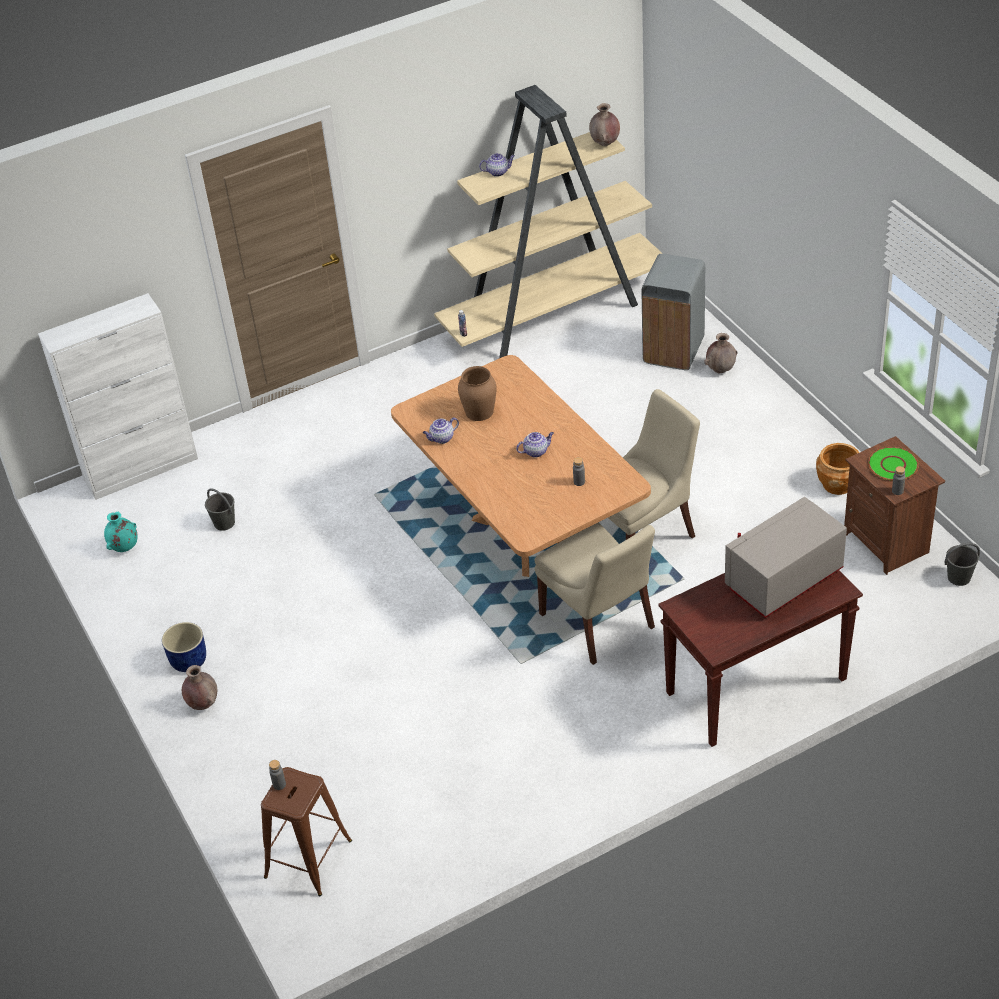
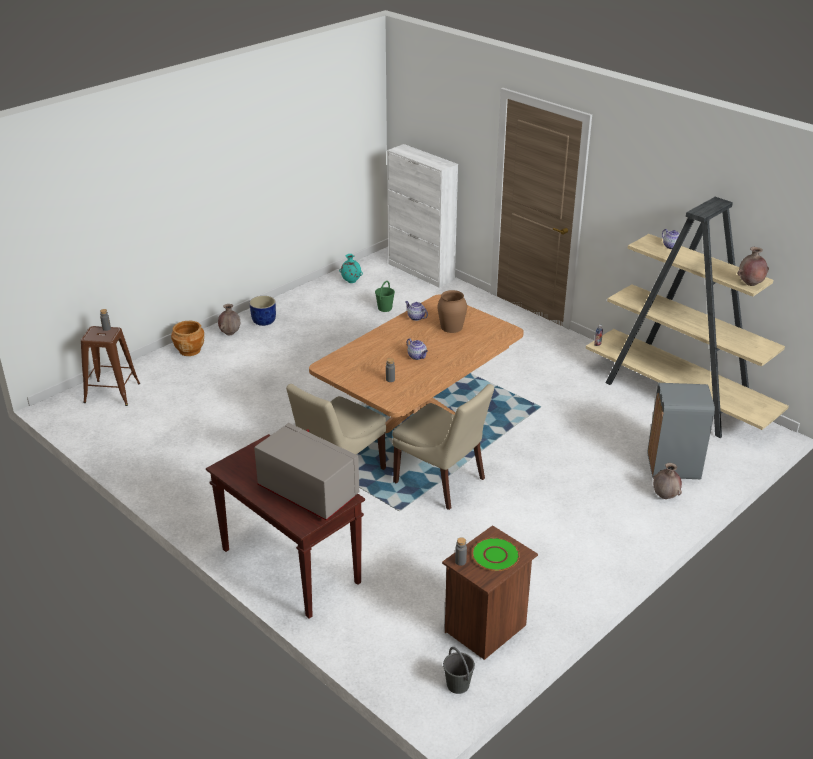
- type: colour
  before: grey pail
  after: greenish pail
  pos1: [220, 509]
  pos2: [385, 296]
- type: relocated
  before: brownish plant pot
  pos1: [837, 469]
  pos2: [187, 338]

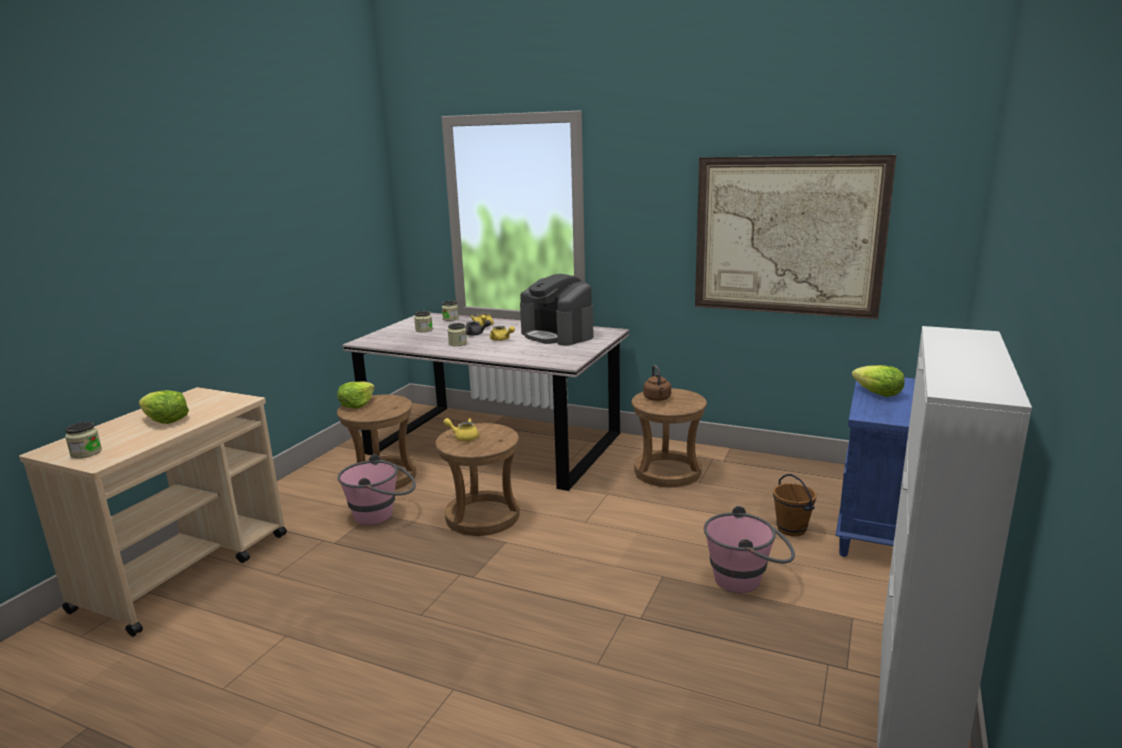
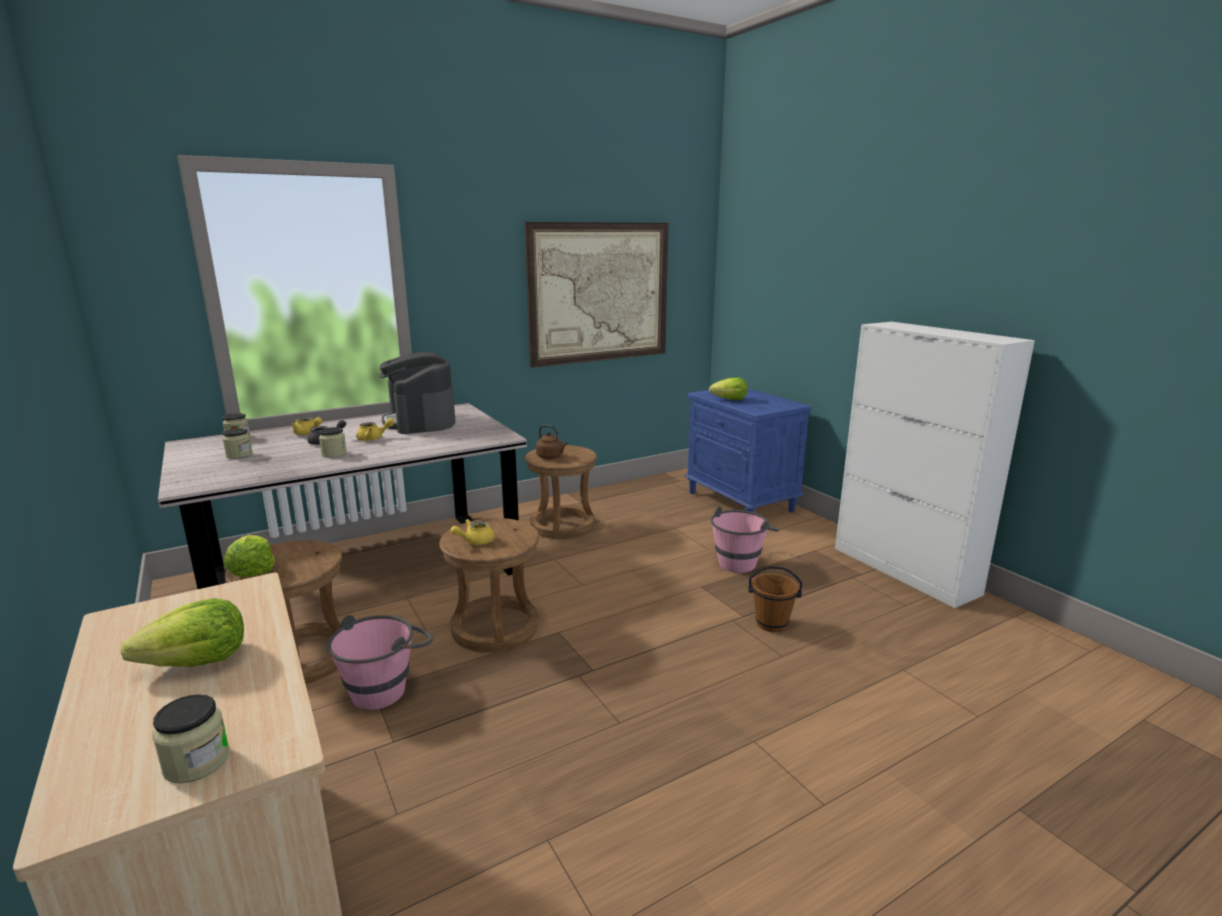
- type: spun
  before: coffee machine
  pos1: [556, 310]
  pos2: [417, 393]
  turn: 75
- type: relocated
  before: brownish pail
  pos1: [795, 505]
  pos2: [775, 599]

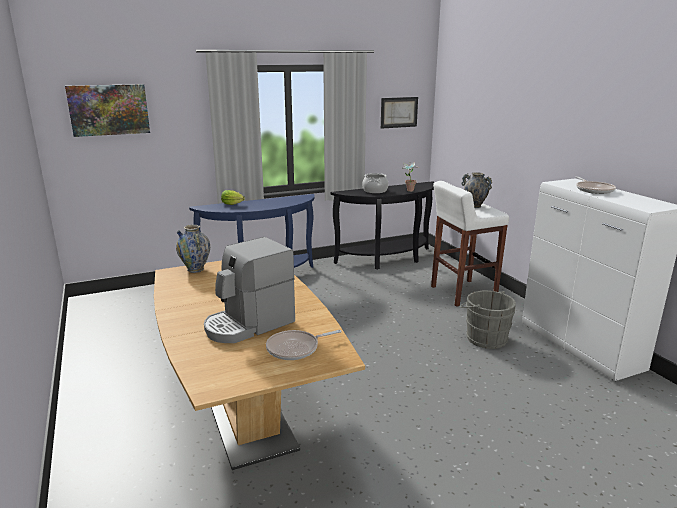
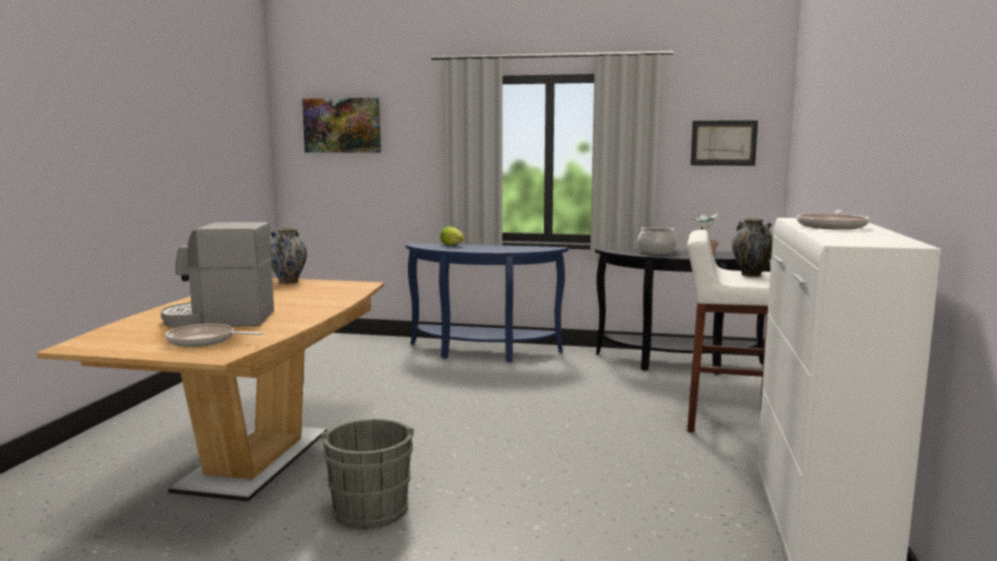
- type: relocated
  before: grey pail
  pos1: [488, 320]
  pos2: [367, 474]

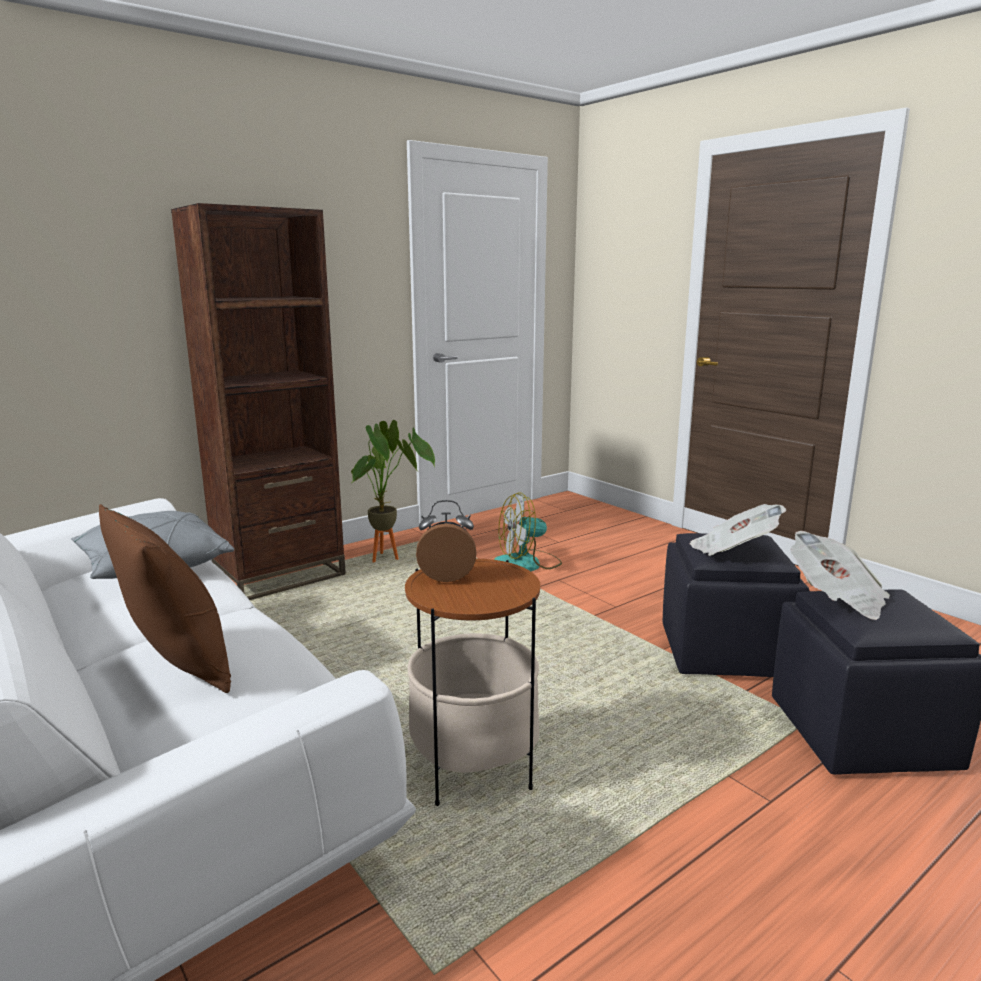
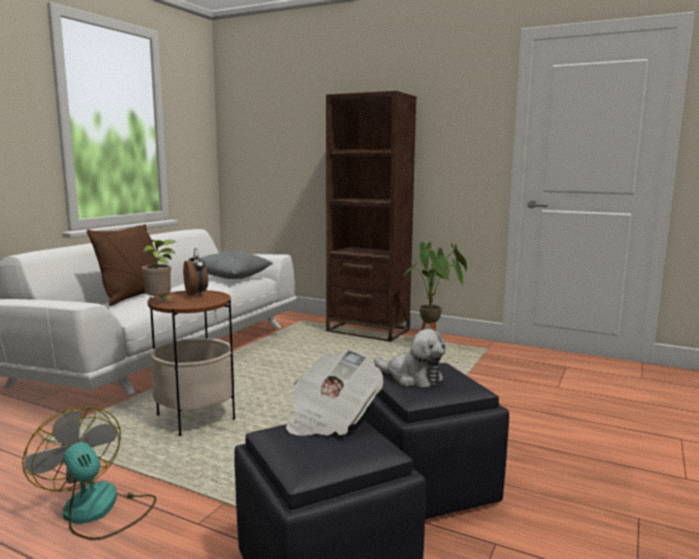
- type: relocated
  before: fan
  pos1: [528, 531]
  pos2: [89, 473]
- type: exchanged
  before: printed paper
  after: soft toy
  pos1: [738, 530]
  pos2: [410, 358]
- type: appeared
  after: plant in a pot
  pos2: [159, 271]

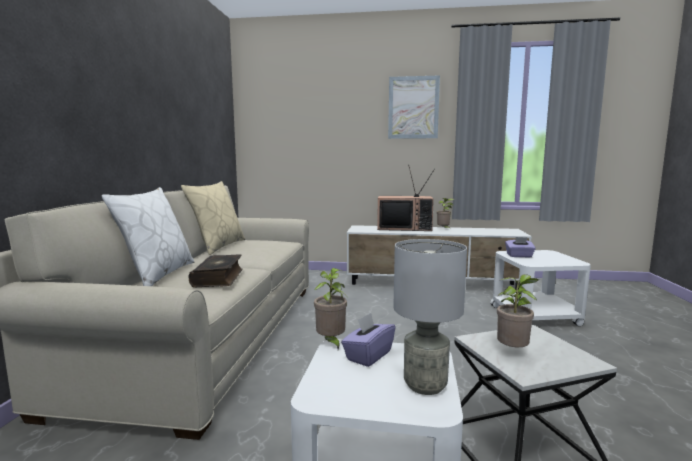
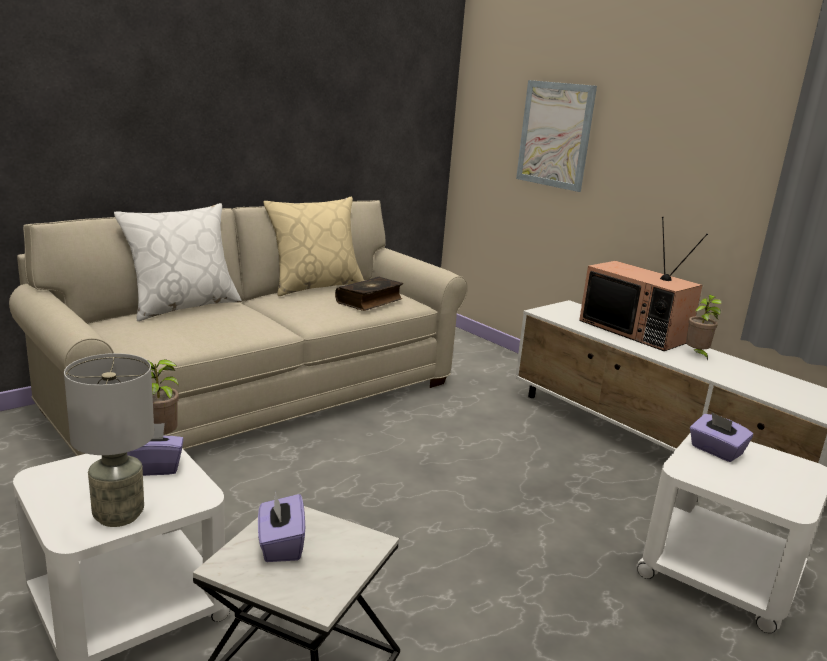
- type: relocated
  before: volume
  pos1: [216, 270]
  pos2: [369, 294]
- type: relocated
  before: wall art
  pos1: [414, 107]
  pos2: [556, 136]
- type: exchanged
  before: plant in a pot
  after: purple tissue box
  pos1: [518, 310]
  pos2: [281, 526]

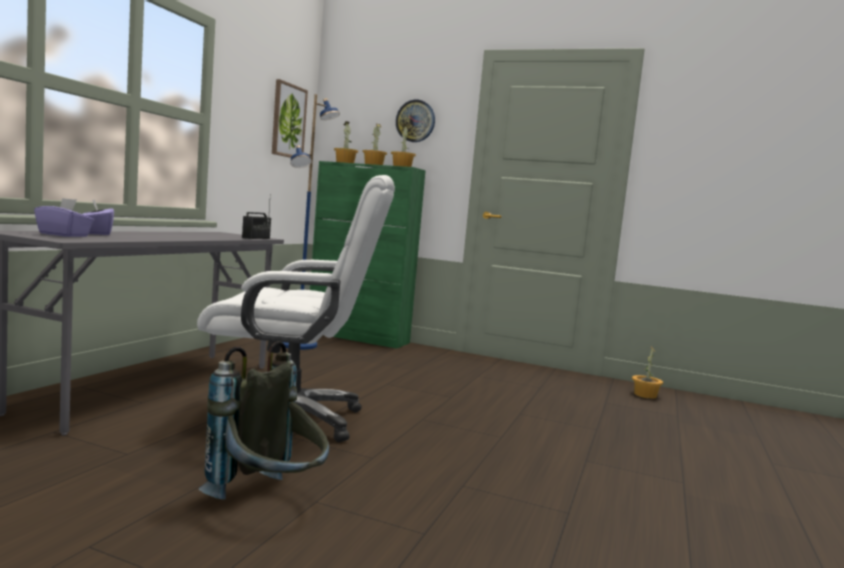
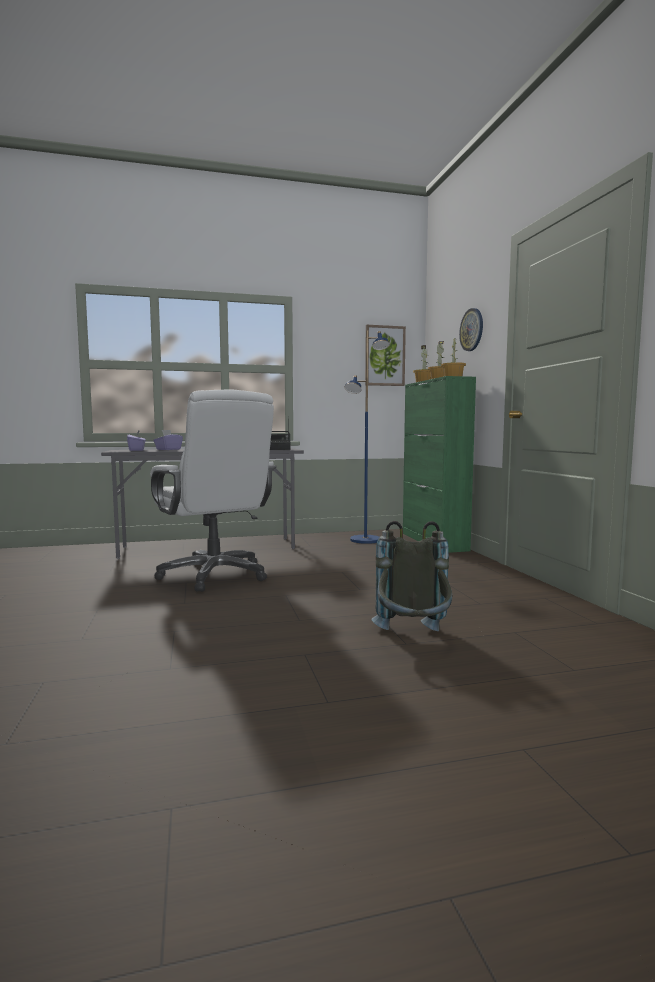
- type: relocated
  before: grey knapsack
  pos1: [264, 420]
  pos2: [412, 576]
- type: missing
  before: plant in a pot
  pos1: [647, 373]

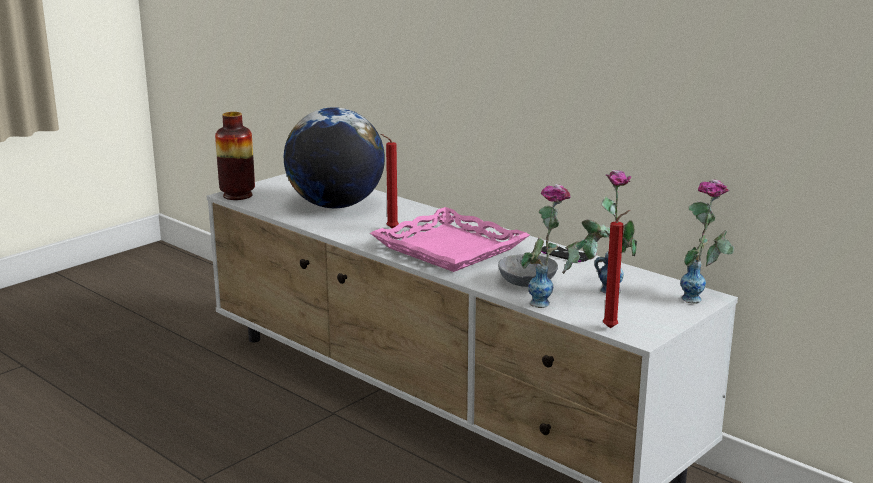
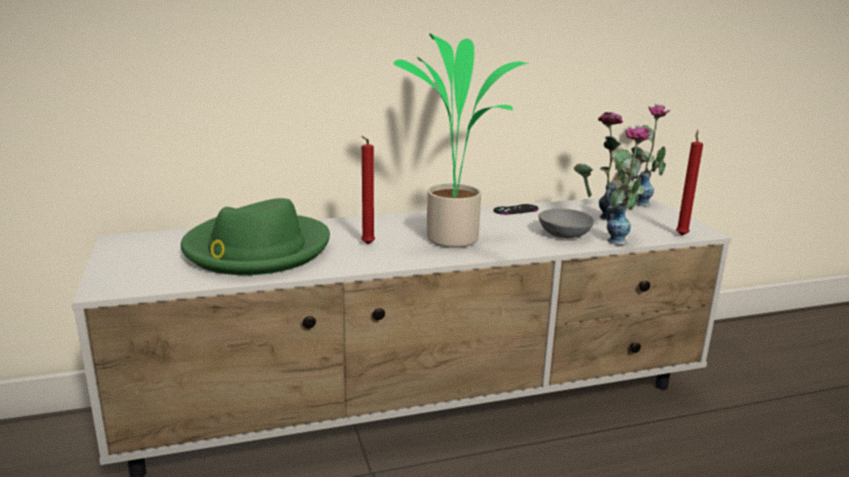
- type: missing
  before: flower vase
  pos1: [235, 156]
- type: exchanged
  before: desk globe
  after: greenish wearable hat
  pos1: [334, 157]
  pos2: [255, 236]
- type: exchanged
  before: pink-coloured tray
  after: plant in a pot
  pos1: [450, 239]
  pos2: [460, 140]

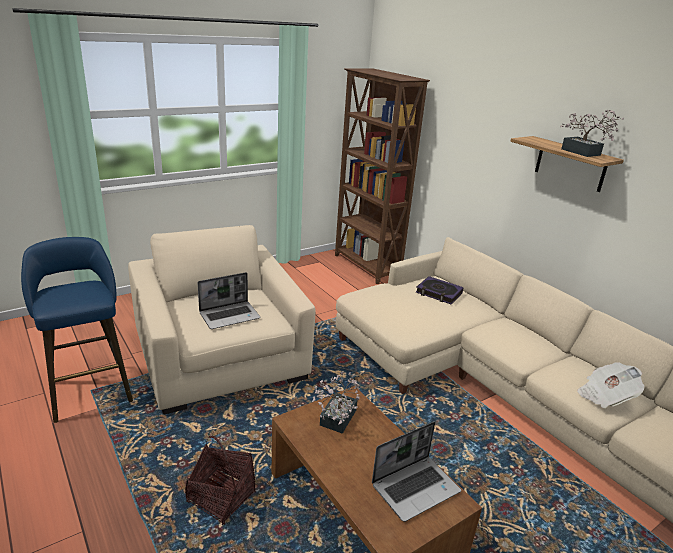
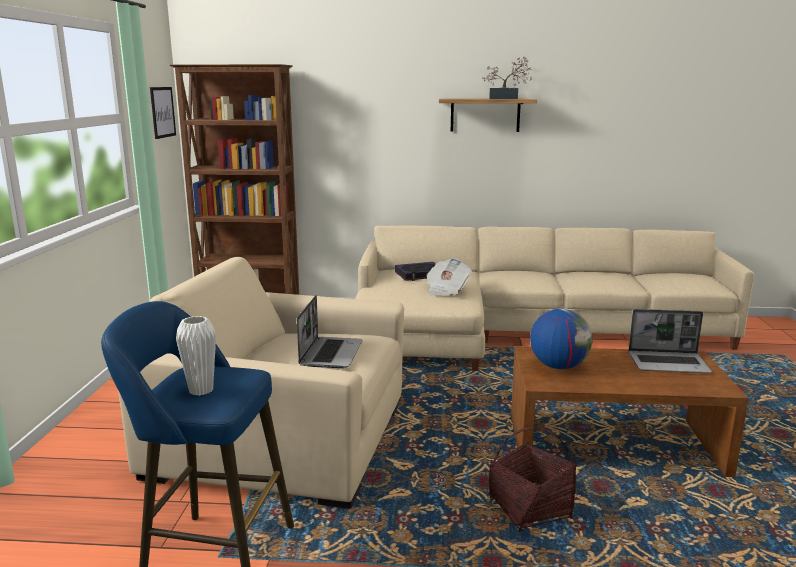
- type: exchanged
  before: plant in a pot
  after: desk globe
  pos1: [336, 403]
  pos2: [561, 339]
- type: spun
  before: notebook computer
  pos1: [416, 472]
  pos2: [670, 341]
  turn: 90
- type: relocated
  before: printed paper
  pos1: [611, 385]
  pos2: [449, 277]
- type: appeared
  after: wall art
  pos2: [163, 113]
- type: appeared
  after: white flower vase
  pos2: [196, 356]

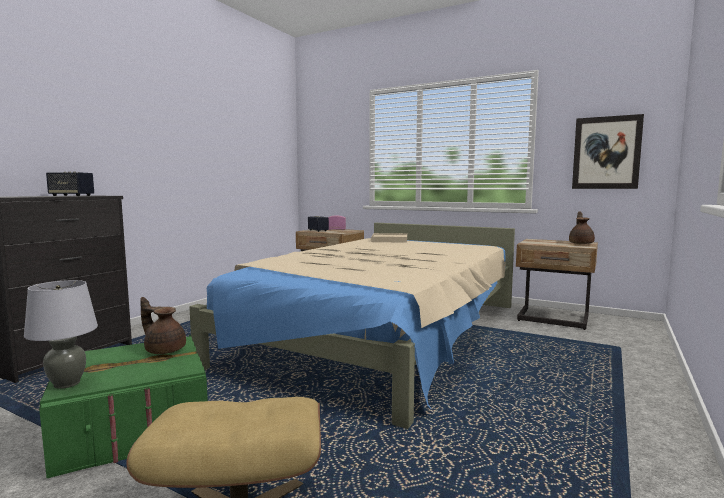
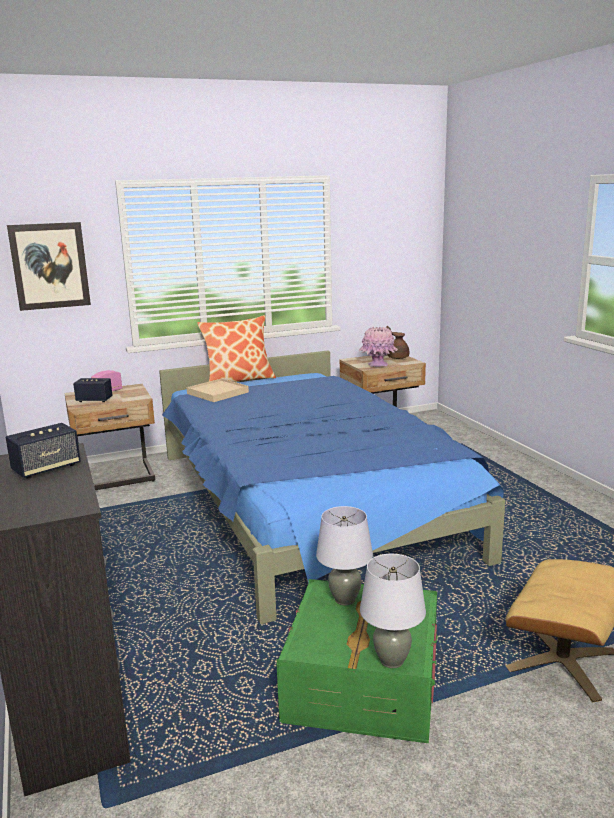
- type: exchanged
  before: brownish teapot
  after: grey tabletop lamp
  pos1: [163, 325]
  pos2: [344, 556]
- type: colour
  before: beige sleeping bed
  after: blue-coloured sleeping bed
  pos1: [352, 326]
  pos2: [332, 487]
- type: relocated
  before: wall art
  pos1: [608, 151]
  pos2: [49, 266]
- type: appeared
  after: cushion
  pos2: [236, 348]
- type: appeared
  after: pink-coloured flower vase
  pos2: [378, 347]

